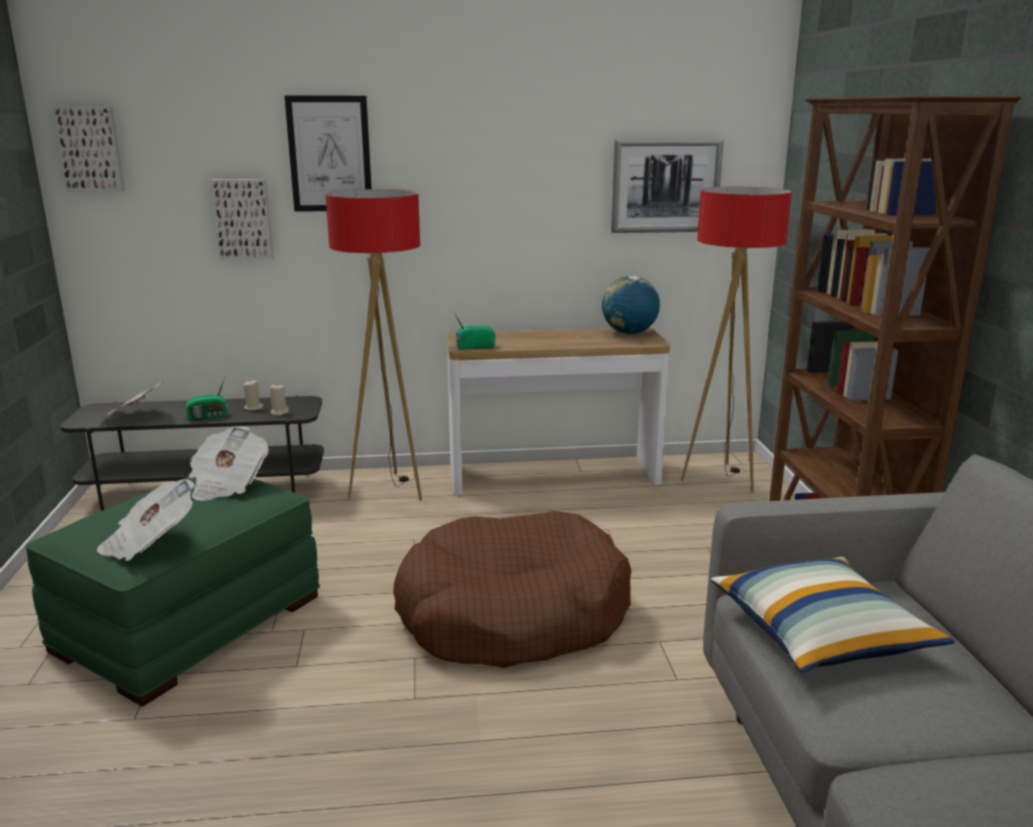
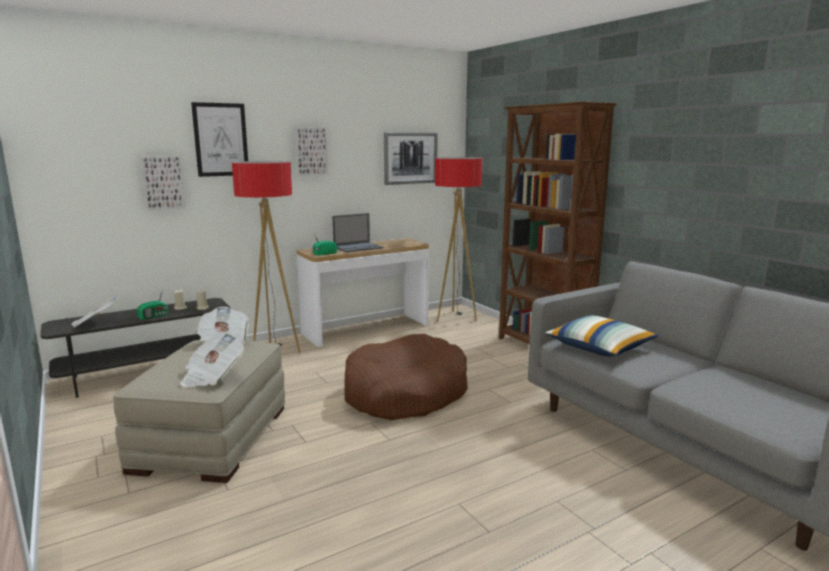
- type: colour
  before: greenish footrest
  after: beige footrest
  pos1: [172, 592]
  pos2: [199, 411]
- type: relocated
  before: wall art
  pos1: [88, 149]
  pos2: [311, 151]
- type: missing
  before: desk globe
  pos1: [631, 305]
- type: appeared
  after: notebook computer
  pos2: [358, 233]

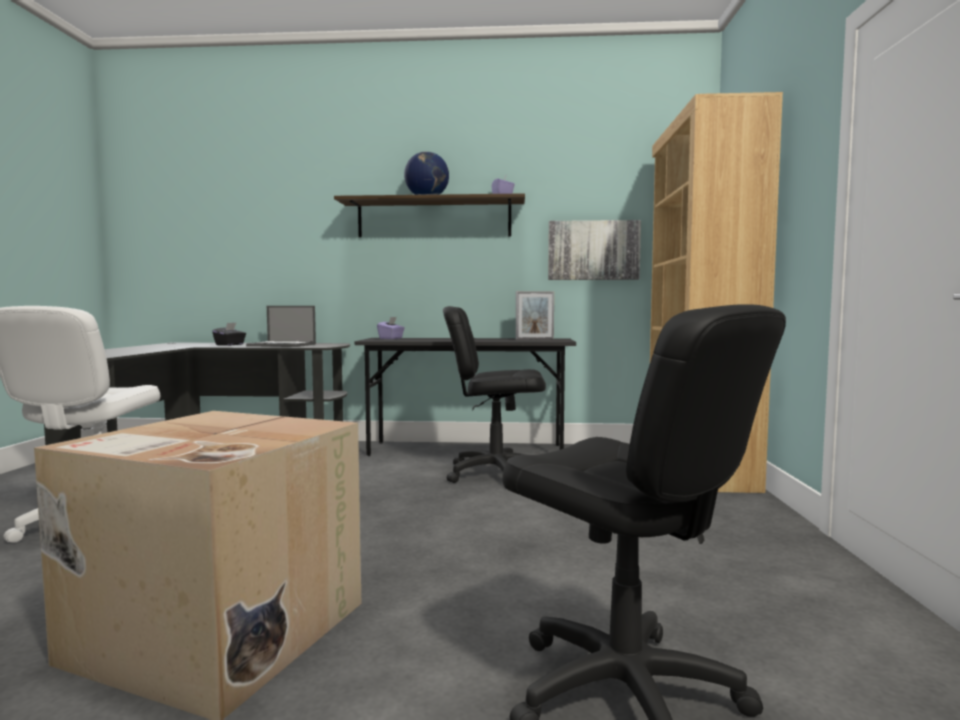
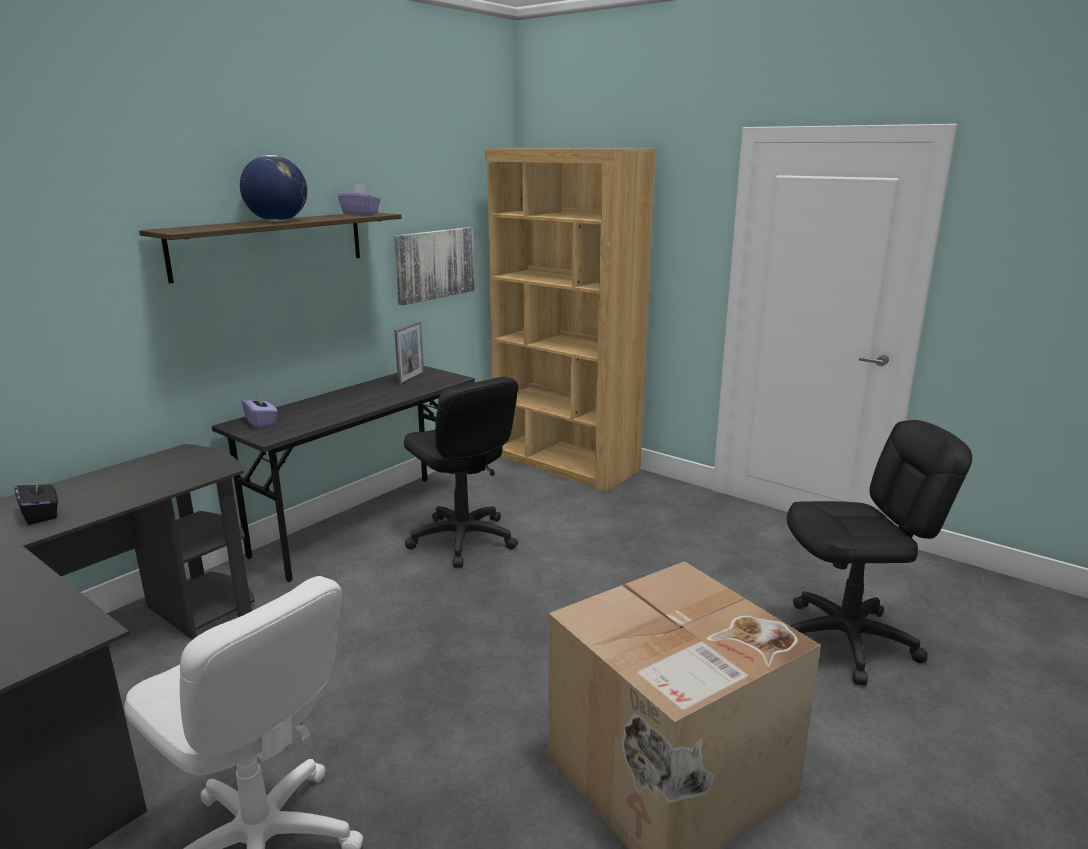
- type: missing
  before: notebook computer
  pos1: [281, 326]
- type: spun
  before: blackish office chair
  pos1: [494, 394]
  pos2: [461, 472]
  turn: -75

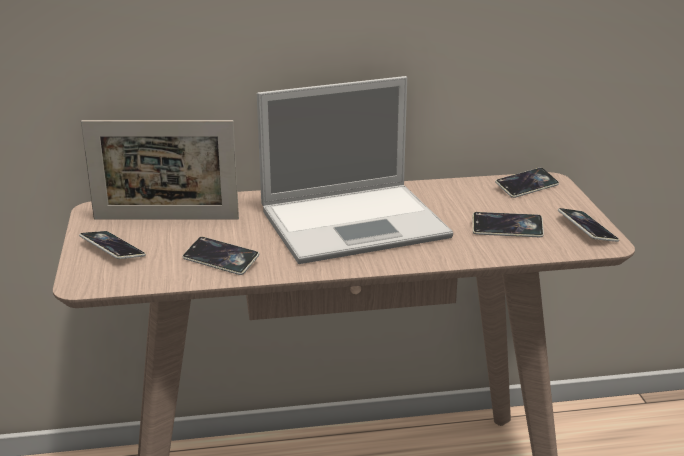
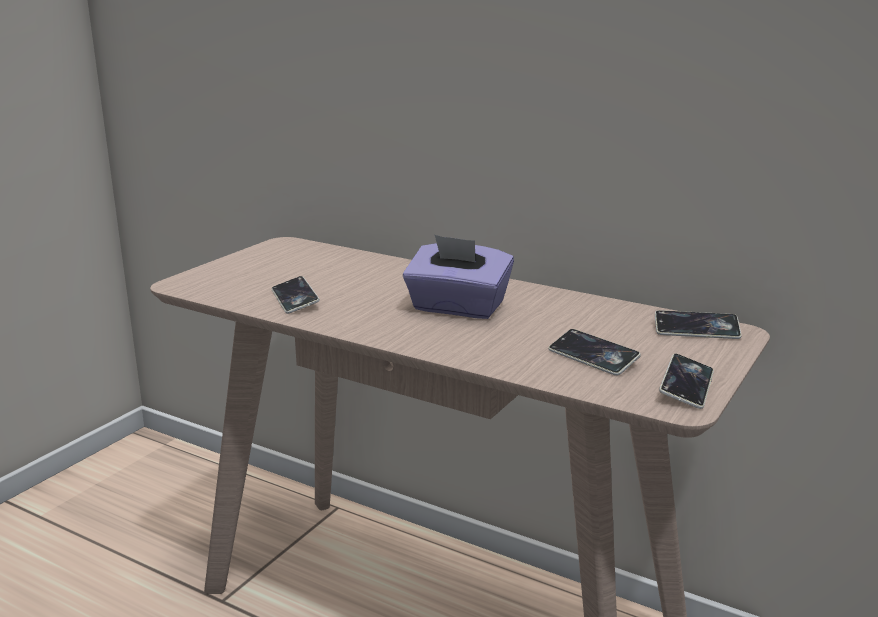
- type: missing
  before: handset
  pos1: [112, 245]
- type: missing
  before: standing frame
  pos1: [160, 170]
- type: exchanged
  before: notebook computer
  after: purple tissue box
  pos1: [355, 170]
  pos2: [458, 277]

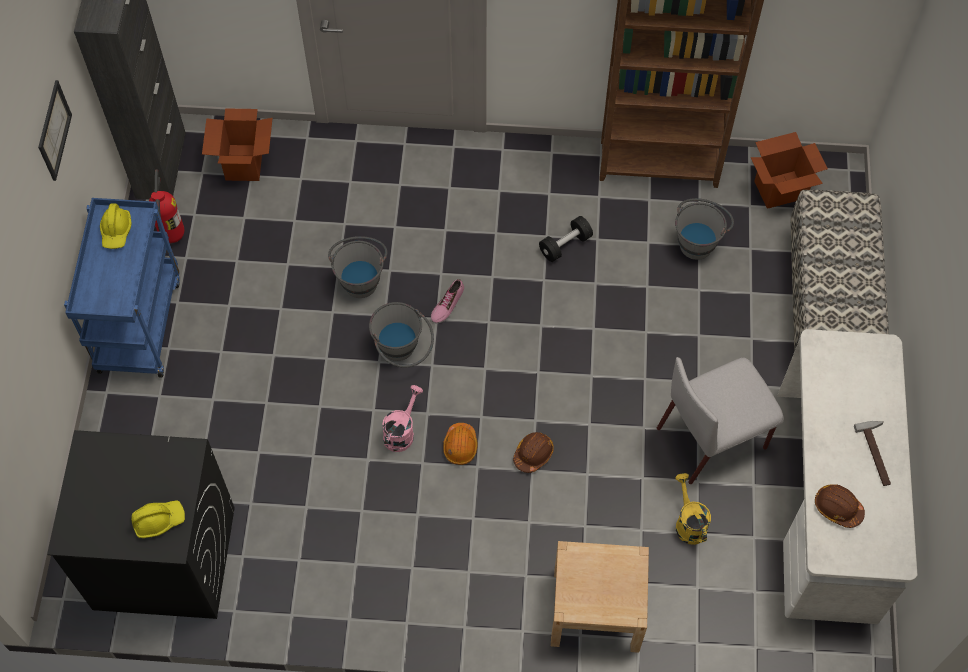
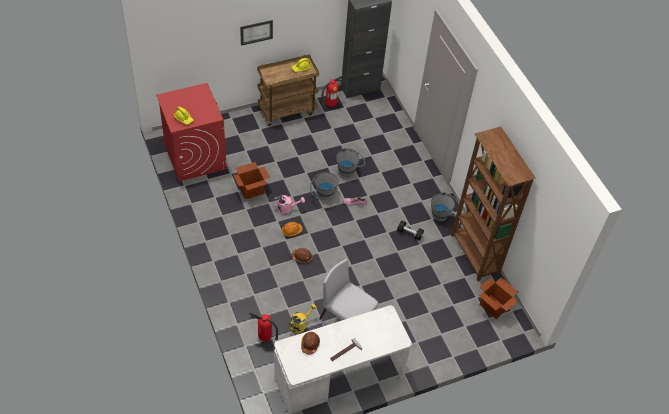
- type: relocated
  before: wall art
  pos1: [55, 130]
  pos2: [256, 33]
- type: colour
  before: blackish laundry appliance
  after: reddish laundry appliance
  pos1: [141, 524]
  pos2: [191, 132]
- type: colour
  before: blue-coloured wheeled cart
  after: brownish wheeled cart
  pos1: [122, 288]
  pos2: [288, 90]
- type: relocated
  before: cardboard box
  pos1: [237, 144]
  pos2: [251, 181]
- type: missing
  before: beige bedside table
  pos1: [600, 597]
- type: relocated
  before: grey pail
  pos1: [704, 229]
  pos2: [445, 206]
- type: missing
  before: bench
  pos1: [839, 271]
- type: appeared
  after: fire extinguisher
  pos2: [263, 326]

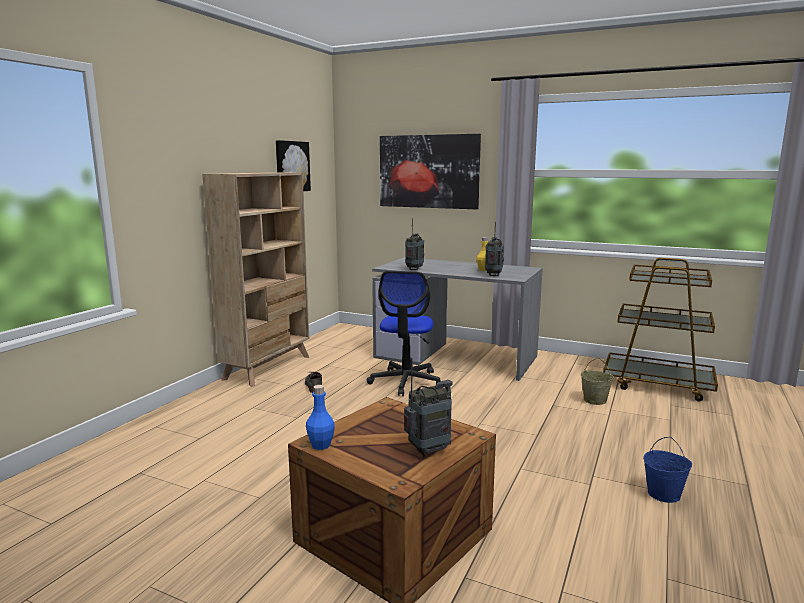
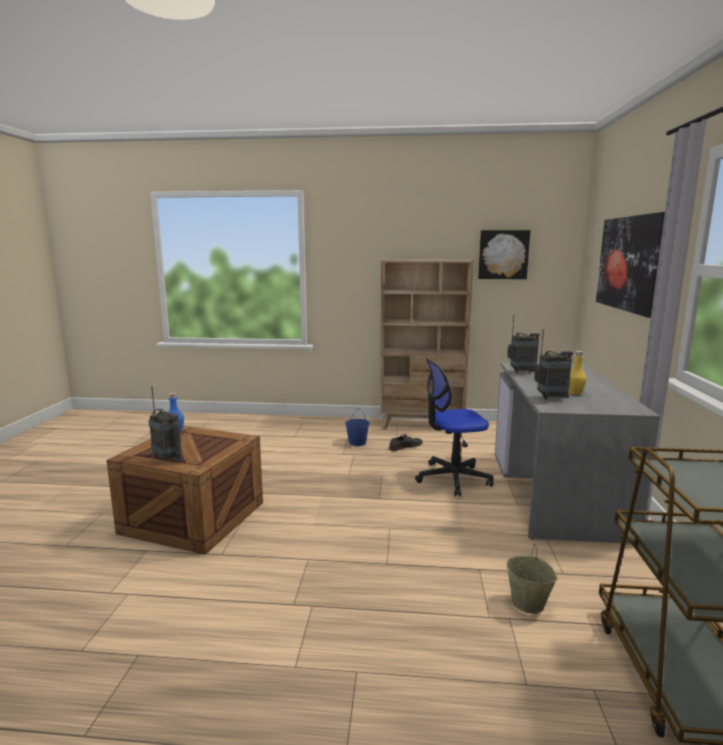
- type: relocated
  before: blue-coloured pail
  pos1: [667, 470]
  pos2: [357, 427]

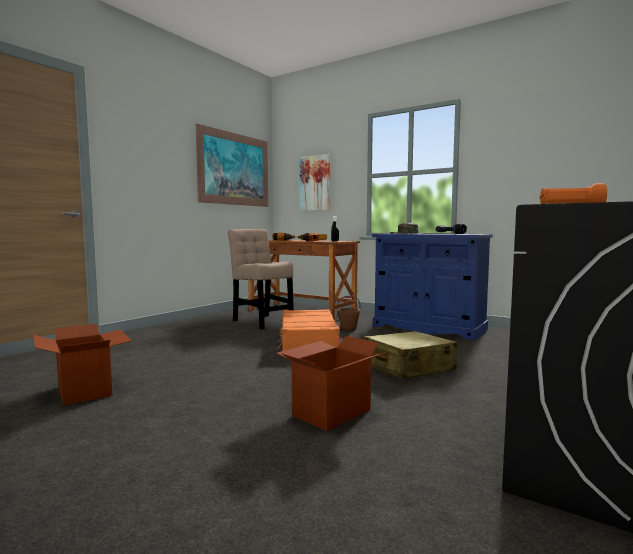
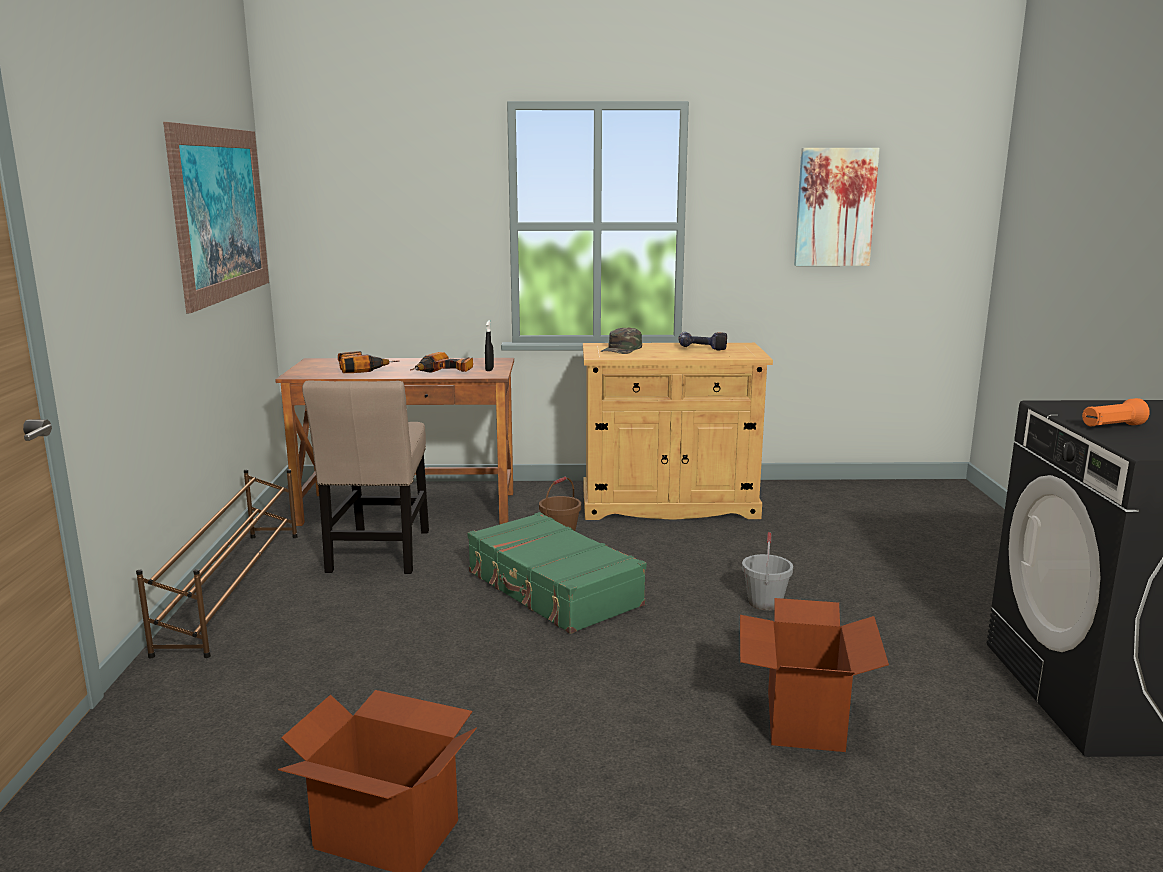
- type: spun
  before: beige chair
  pos1: [261, 279]
  pos2: [365, 477]
  turn: -105
- type: colour
  before: orange-coloured suitcase
  after: greenish suitcase
  pos1: [309, 330]
  pos2: [557, 573]
- type: relocated
  before: wall art
  pos1: [314, 182]
  pos2: [837, 207]
- type: exchanged
  before: beige suitcase
  after: grey pail
  pos1: [410, 355]
  pos2: [767, 571]
- type: colour
  before: blue-coloured cupboard
  after: beige cupboard
  pos1: [432, 287]
  pos2: [678, 431]
- type: appeared
  after: brownish shoe stand
  pos2: [217, 564]

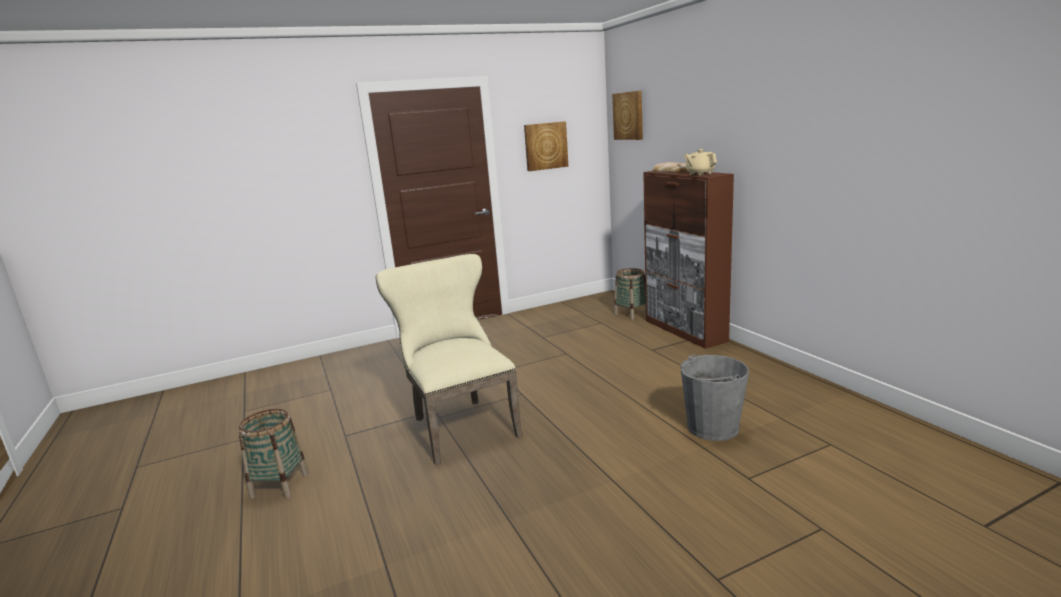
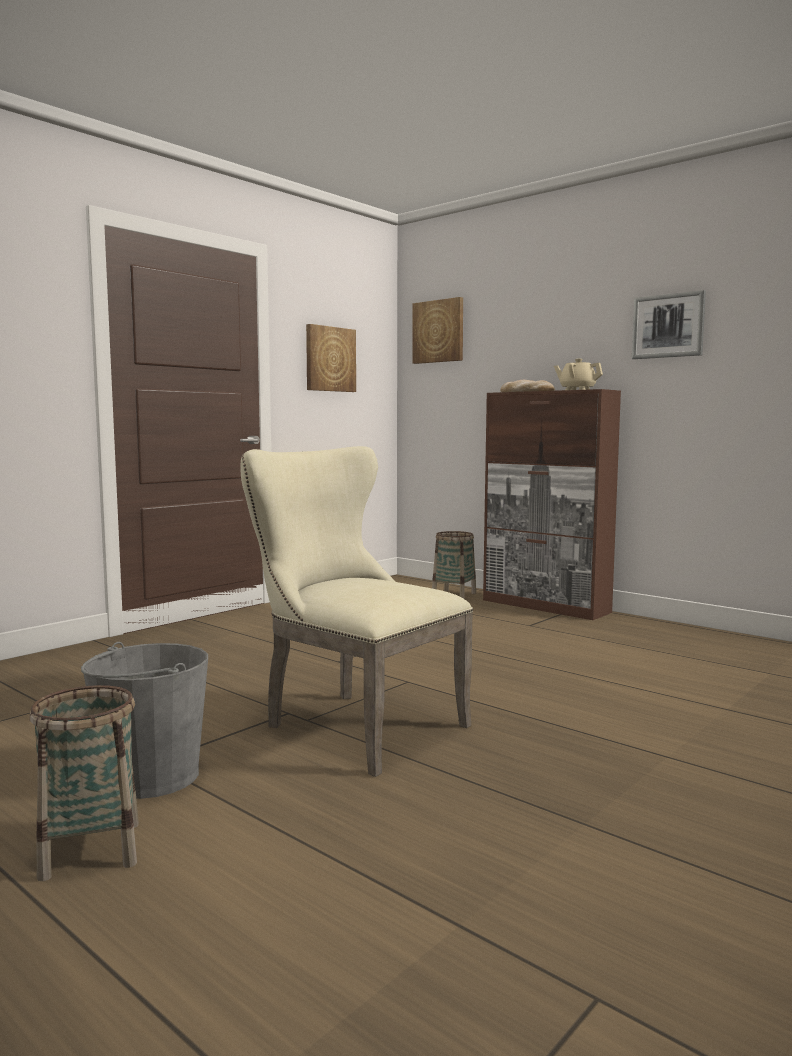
- type: relocated
  before: grey pail
  pos1: [714, 397]
  pos2: [144, 720]
- type: appeared
  after: wall art
  pos2: [669, 324]

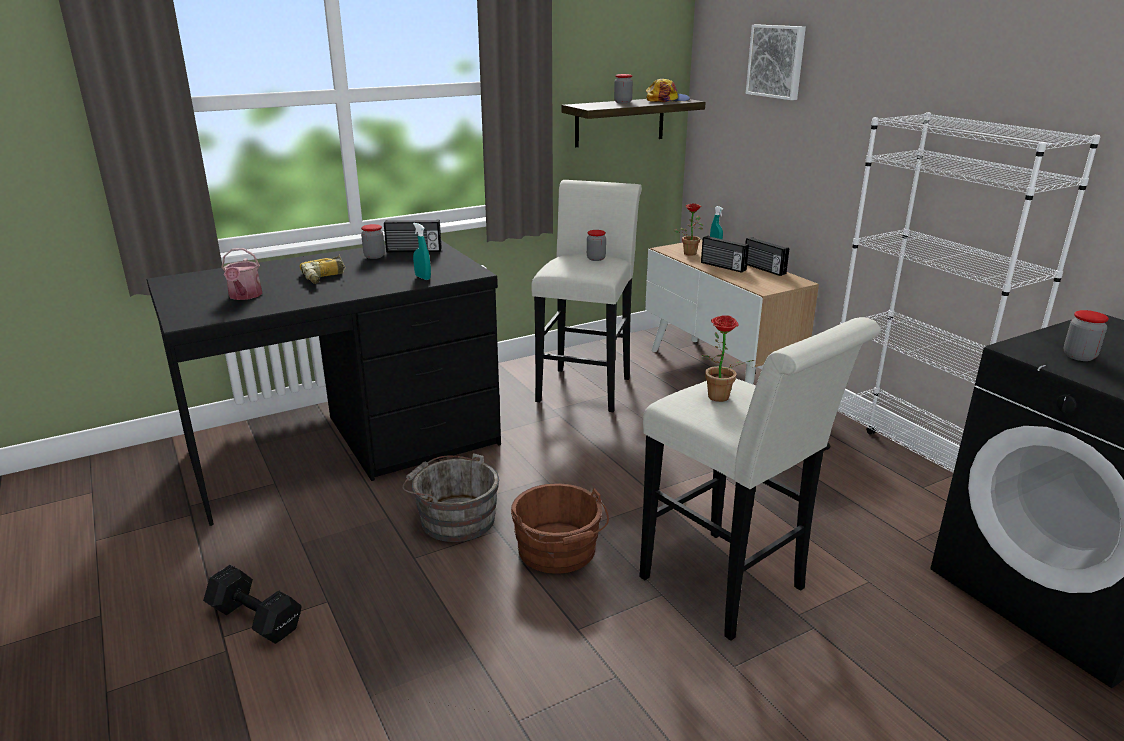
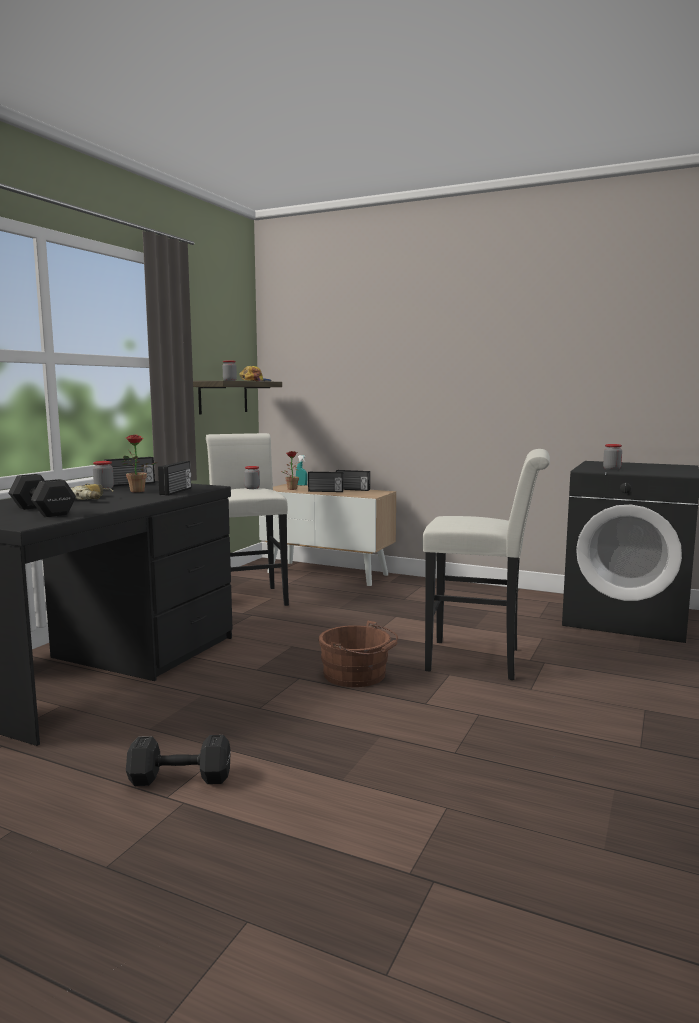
- type: exchanged
  before: watering pot
  after: blackish dumbbell
  pos1: [242, 274]
  pos2: [42, 495]
- type: missing
  before: grey pail
  pos1: [450, 497]
- type: exchanged
  before: turquoise-coloured sprayer
  after: radio
  pos1: [422, 251]
  pos2: [174, 478]
- type: relocated
  before: plant in a pot
  pos1: [727, 358]
  pos2: [140, 463]
- type: missing
  before: wall art
  pos1: [776, 62]
- type: missing
  before: white shelving unit
  pos1: [962, 292]

